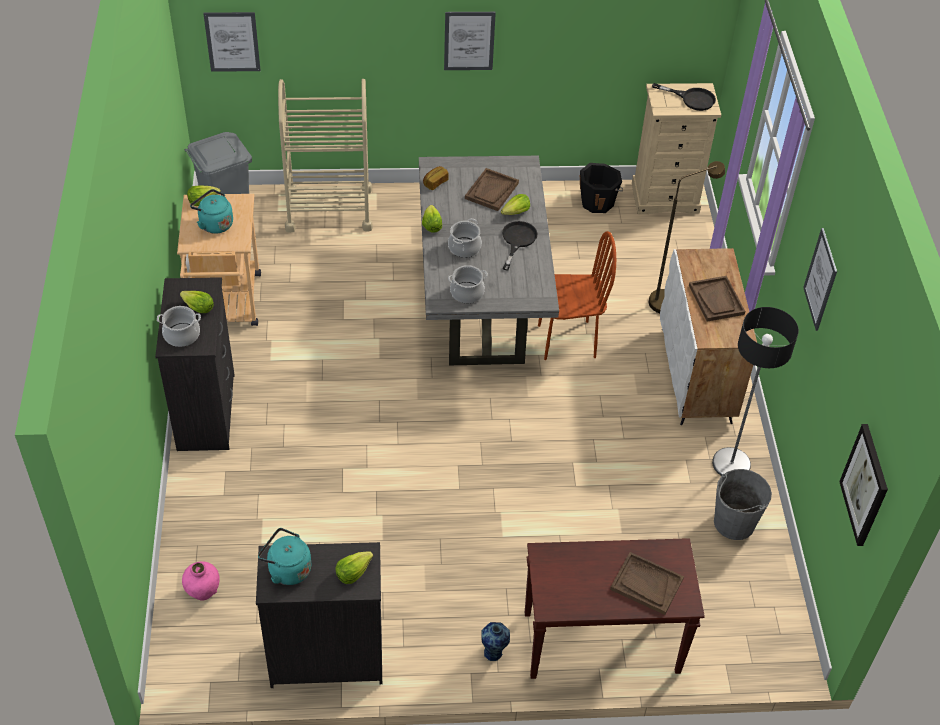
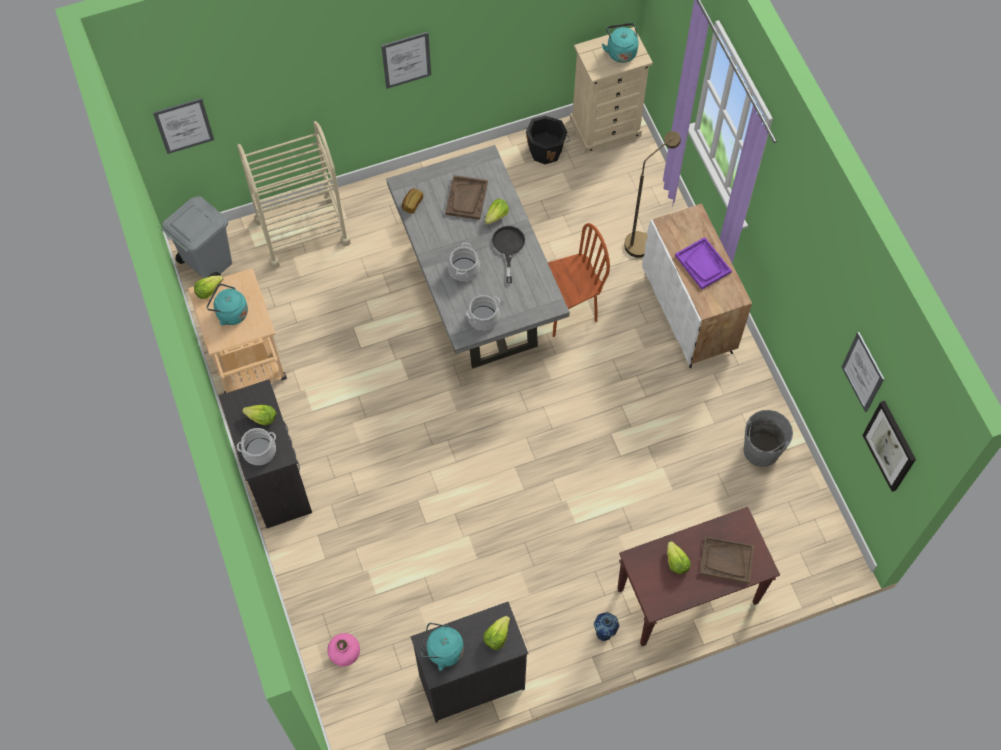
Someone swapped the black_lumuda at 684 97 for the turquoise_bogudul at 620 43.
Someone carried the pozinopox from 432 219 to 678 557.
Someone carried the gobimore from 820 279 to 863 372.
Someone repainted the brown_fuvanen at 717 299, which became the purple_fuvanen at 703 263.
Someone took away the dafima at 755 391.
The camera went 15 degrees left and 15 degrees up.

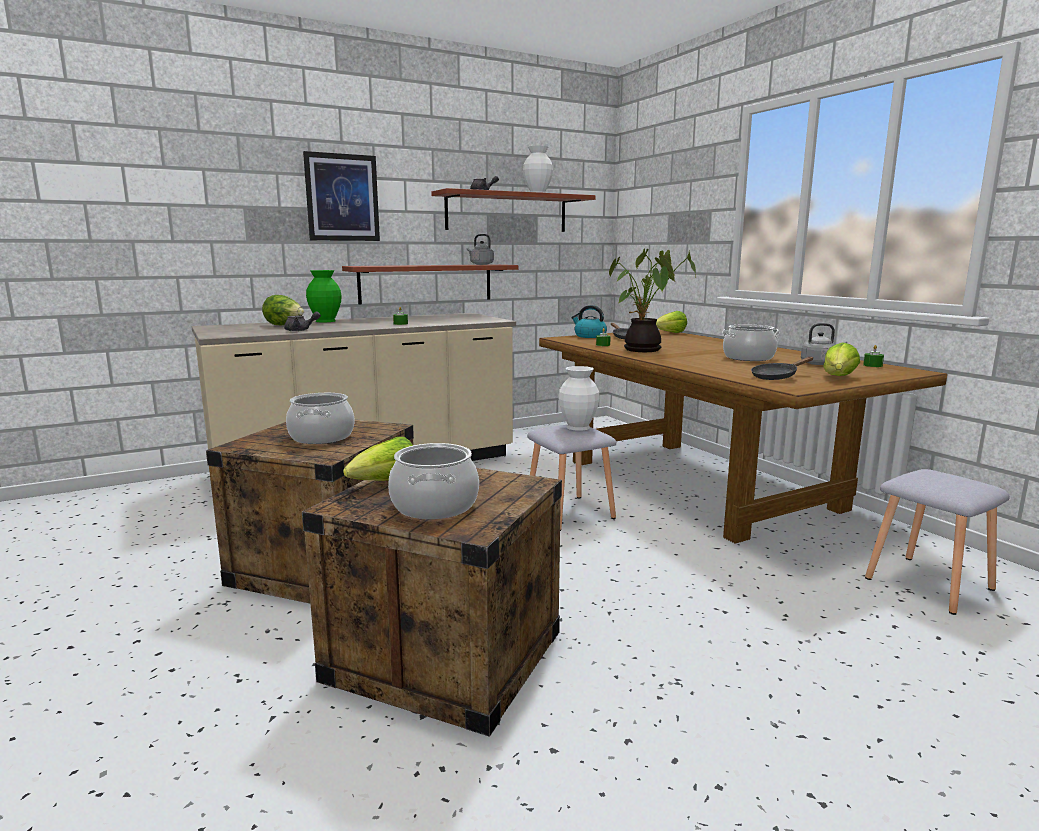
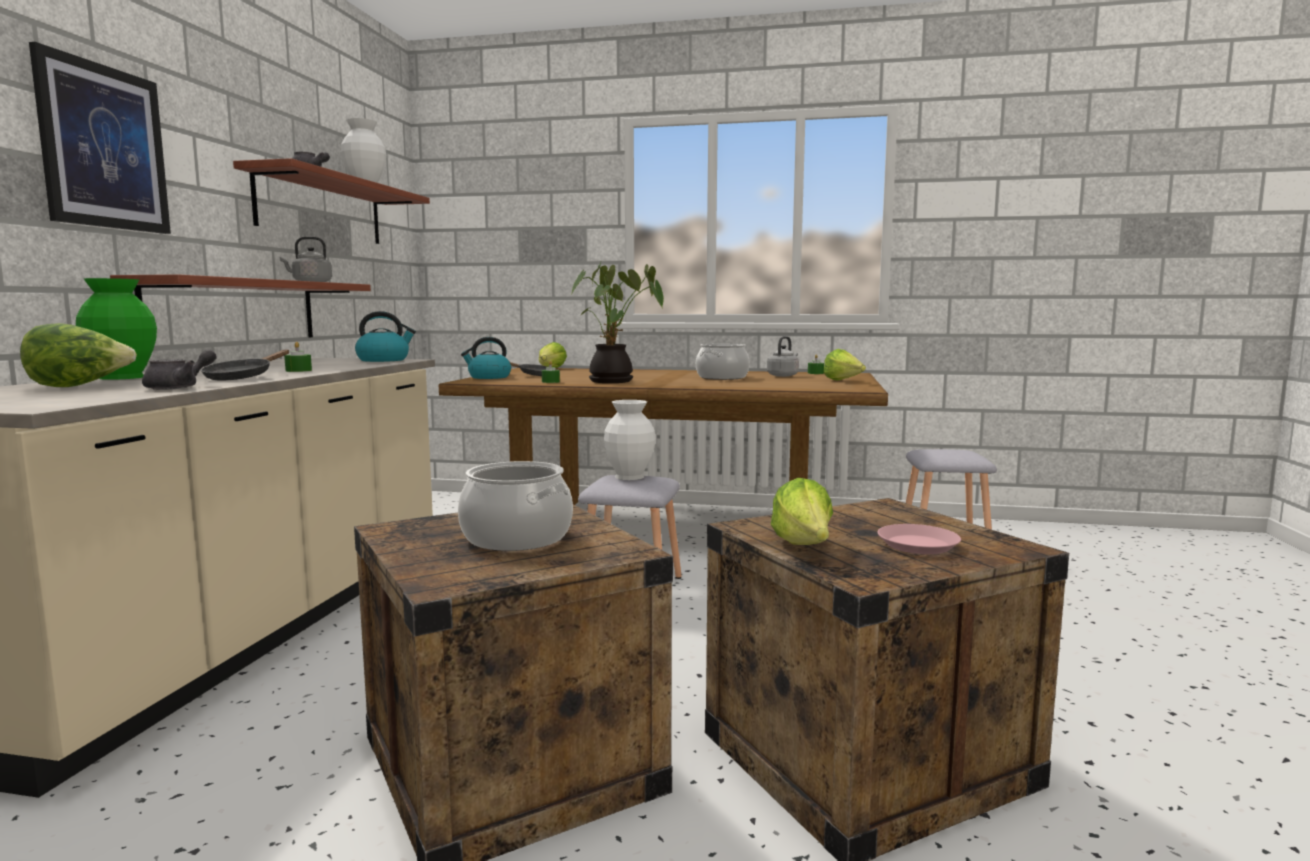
Someone carried the black_lumuda from 782 368 to 245 364.
Someone swapped the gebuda at 433 481 for the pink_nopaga at 919 539.
Someone put down the bogudul at 385 336.
The camera went 50 degrees left and 5 degrees down.

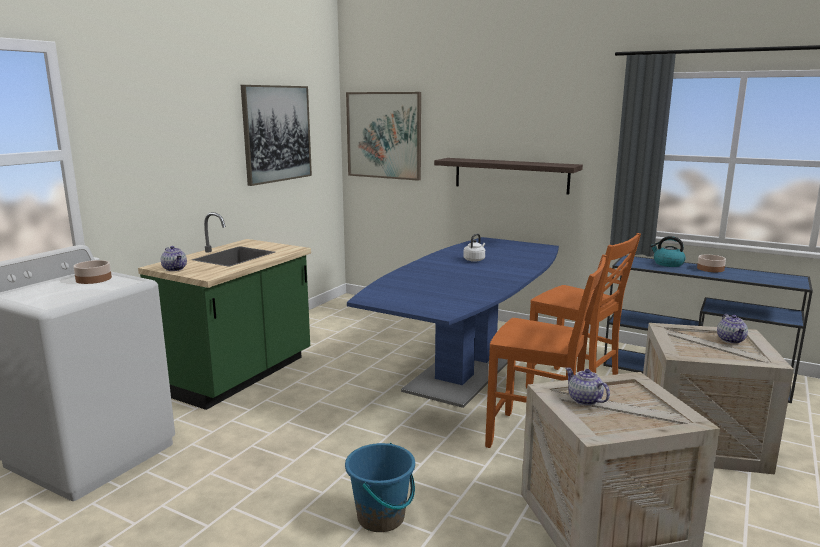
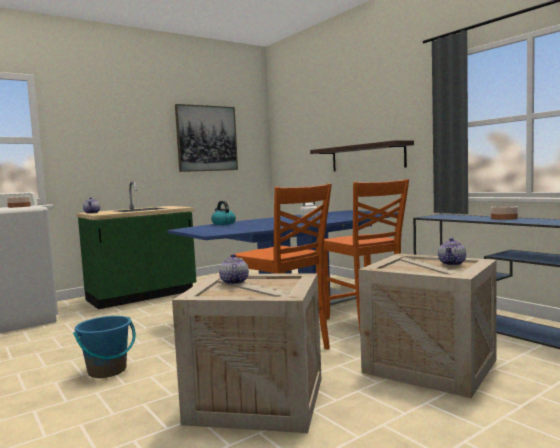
Someone took away the gobimore at 383 136.
Someone carried the bogudul from 668 251 to 223 213.
The camera went 25 degrees right and 10 degrees down.

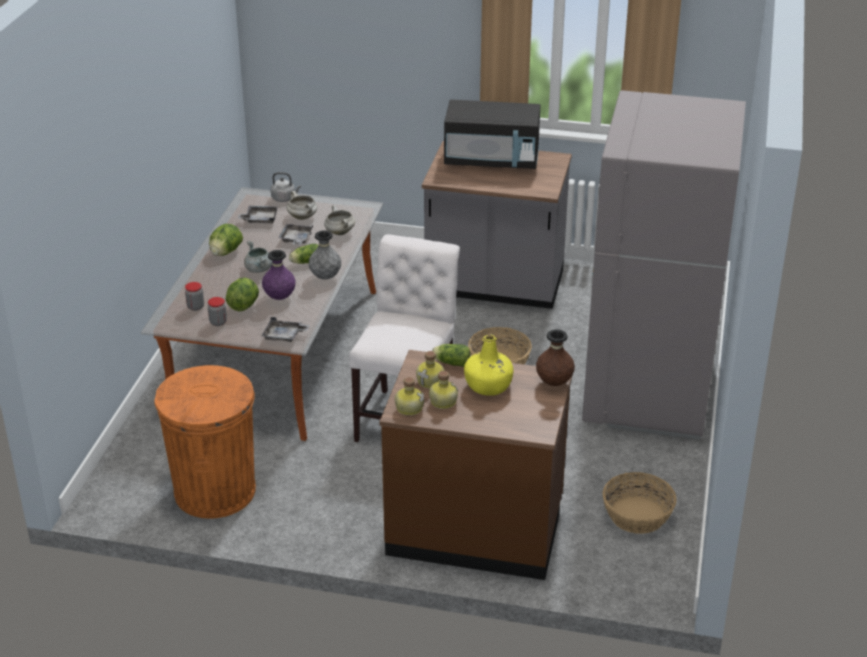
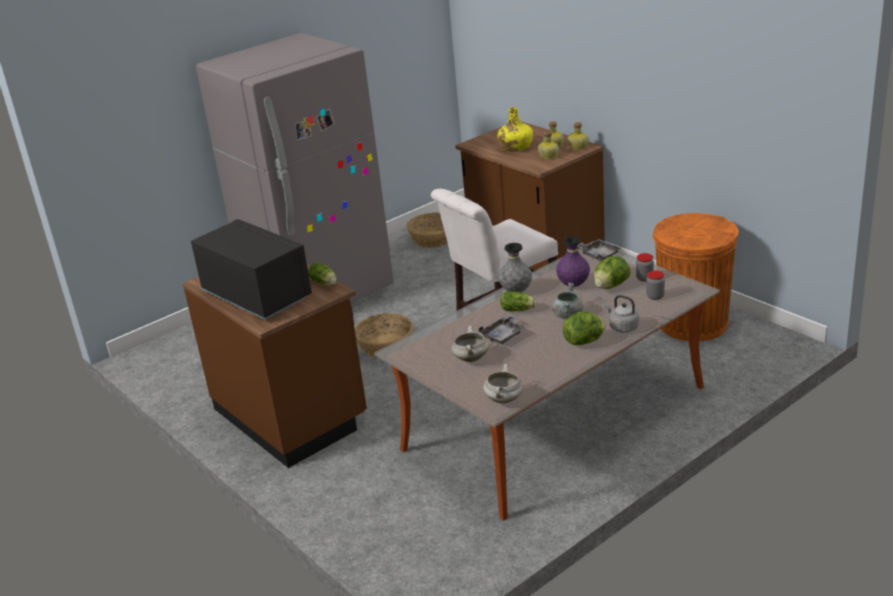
Someone repainted the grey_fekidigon at 497 225, which became the brown_fekidigon at 274 366.
Someone carried the grey_bogudul from 286 187 to 622 314.
Someone carried the white_gebuda from 339 220 to 503 383.
Someone took away the grey_fuvanen at 258 214.
Someone took away the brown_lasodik at 555 357.
Someone carried the pozinopox from 451 355 to 322 274.
The camera went 140 degrees left and 5 degrees down.

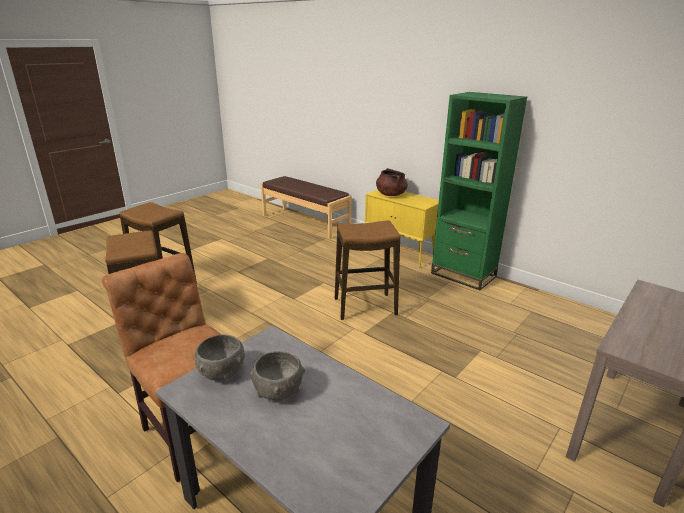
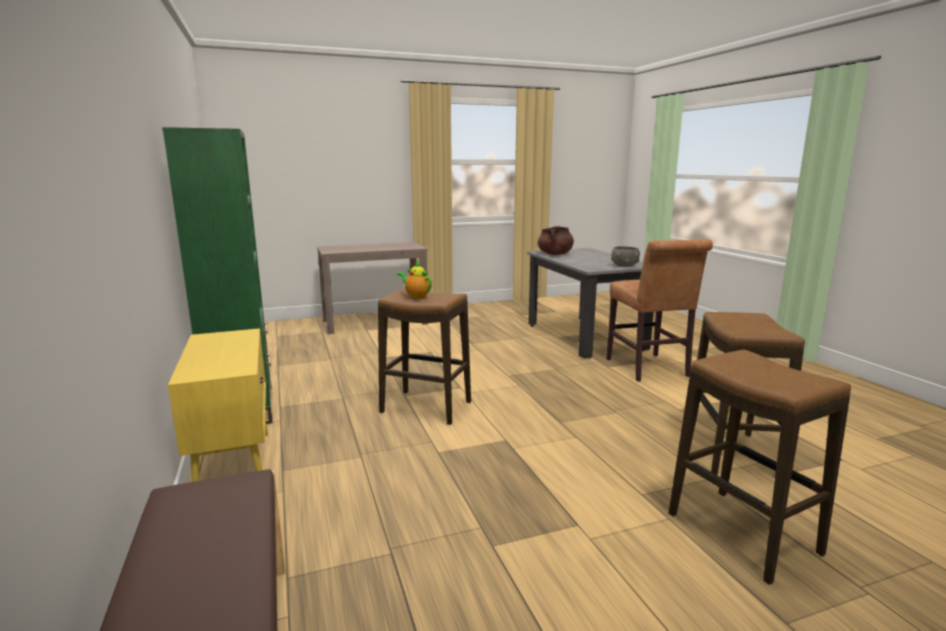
Someone carried the brown_gebuda from 392 182 to 556 240.
Someone took away the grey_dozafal at 277 375.
Someone put down the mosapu at 414 280.
The camera went 150 degrees left and 10 degrees down.

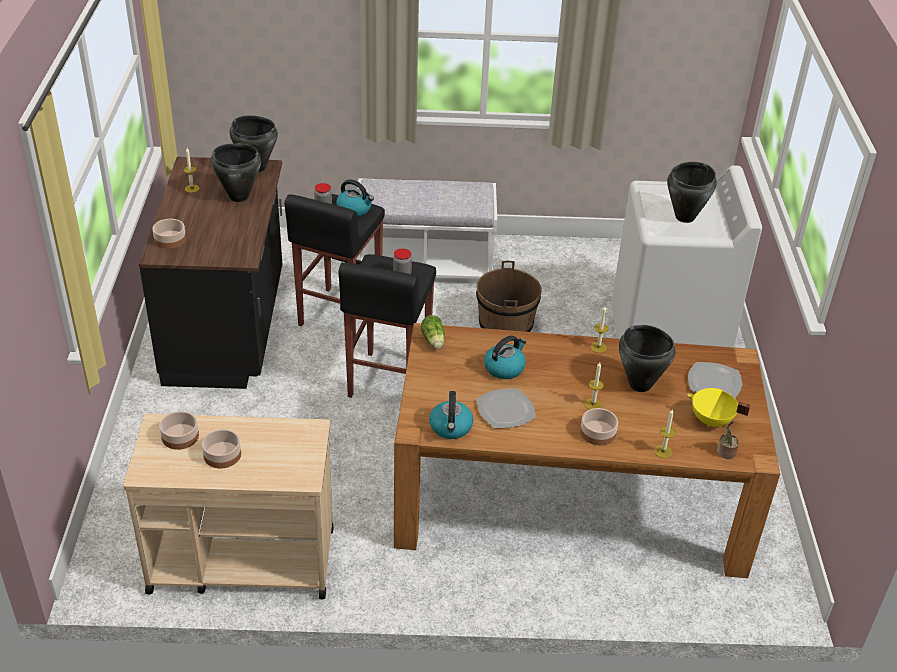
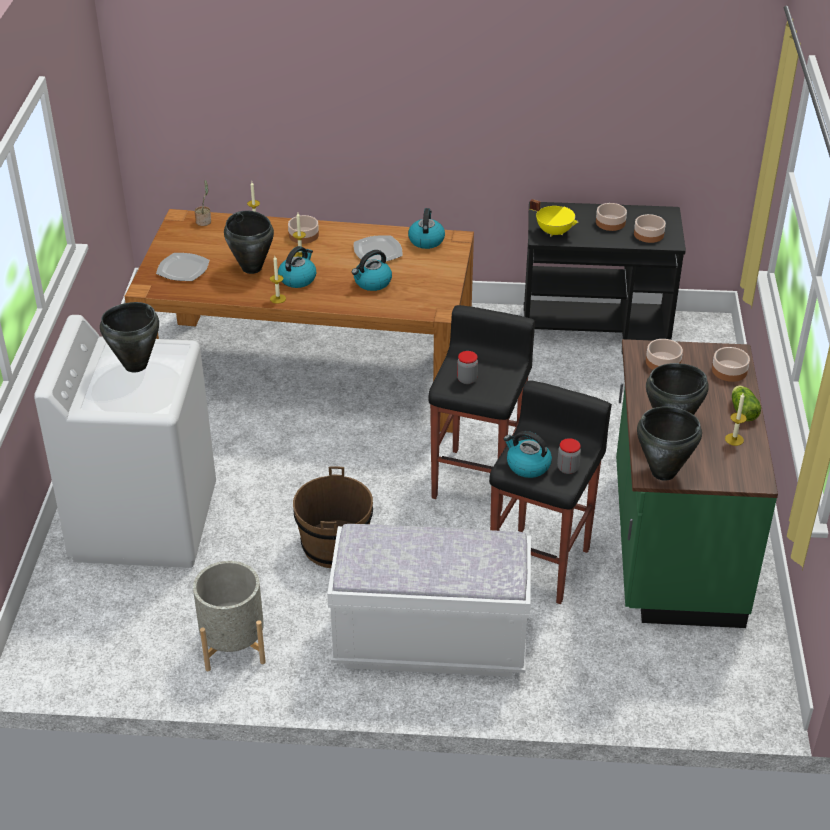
Someone repainted the black_fekidigon at 210 273, which became the green_fekidigon at 697 483.
Someone carried the pozinopox from 433 332 to 746 403.
Someone carried the yellow_gebuda from 719 407 to 554 218.
Someone repainted the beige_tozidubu at 228 506, which became the black_tozidubu at 605 278.
Someone put down the bogudul at 297 267.
Someone put down the dozafal at 664 354.
Someone put down the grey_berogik at 229 616.
The camera went 175 degrees left and 0 degrees up.

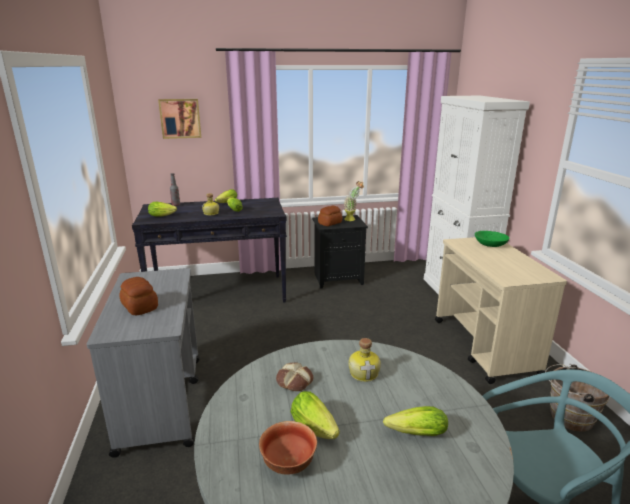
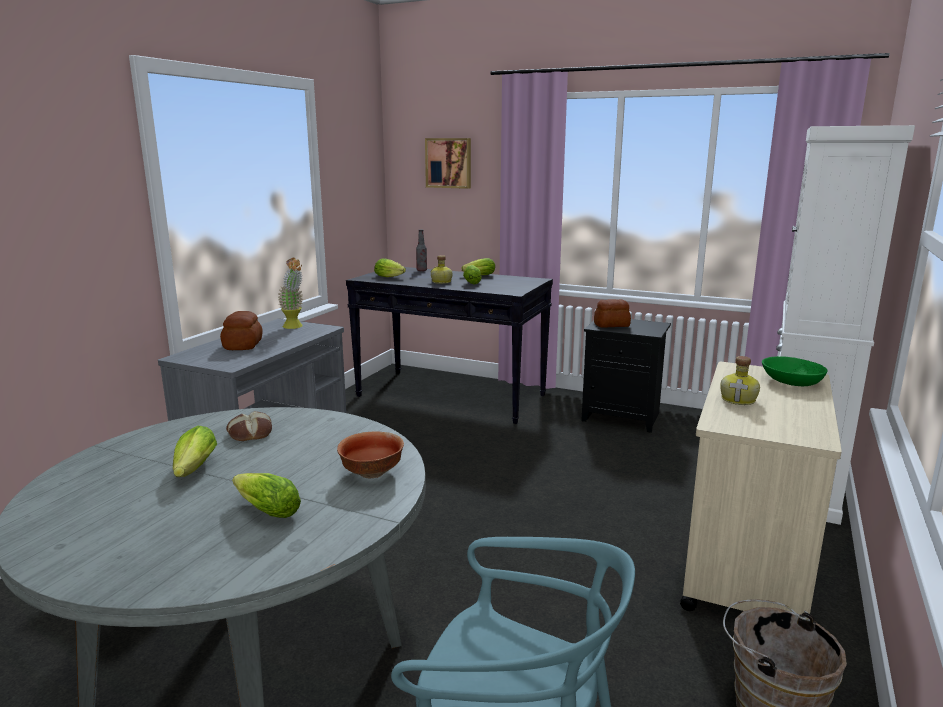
Someone carried the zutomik from 354 201 to 290 293.
Someone carried the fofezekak from 365 360 to 740 380.
Someone carried the dozafal from 288 447 to 370 454.
The camera went 35 degrees right and 5 degrees down.

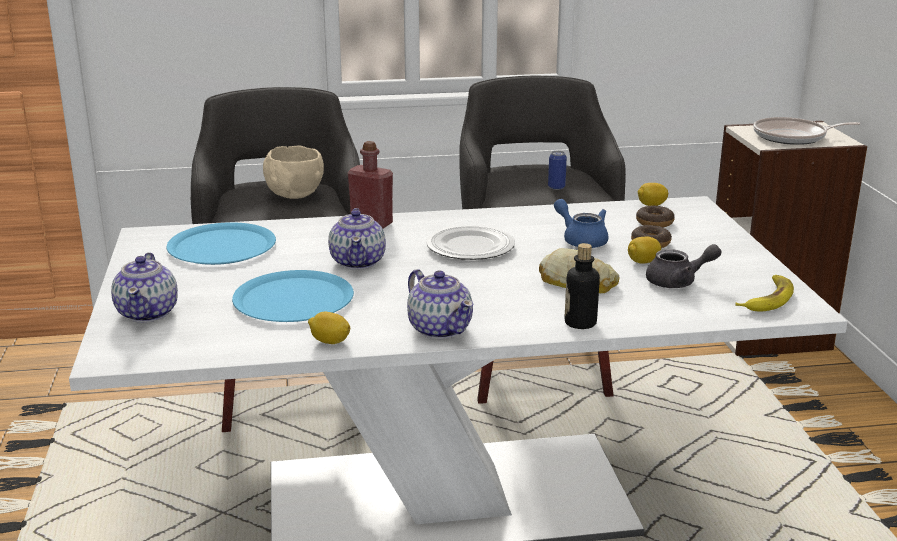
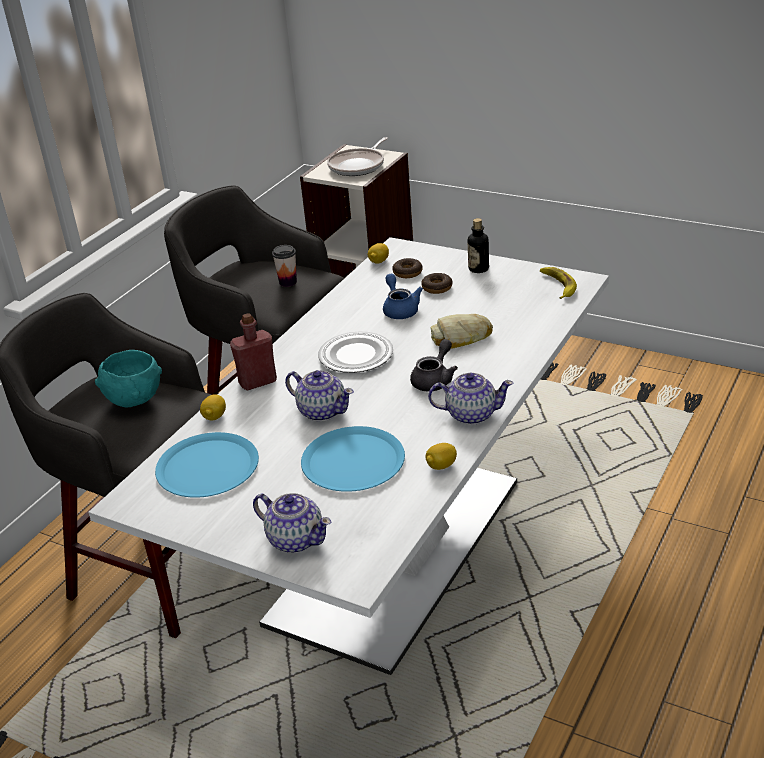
Someone repainted the beige_dozafal at 293 172, which became the turquoise_dozafal at 128 378.
Someone swapped the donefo at 557 170 for the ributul at 284 266.
Someone rotated the blue_mosapu at 581 223 by 75 degrees clockwise.
Someone carried the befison from 644 250 to 213 408.
Someone carried the fofezekak from 582 286 to 478 245.
Someone carried the grey_mosapu from 683 266 to 434 365.
The camera went 50 degrees left and 10 degrees up.

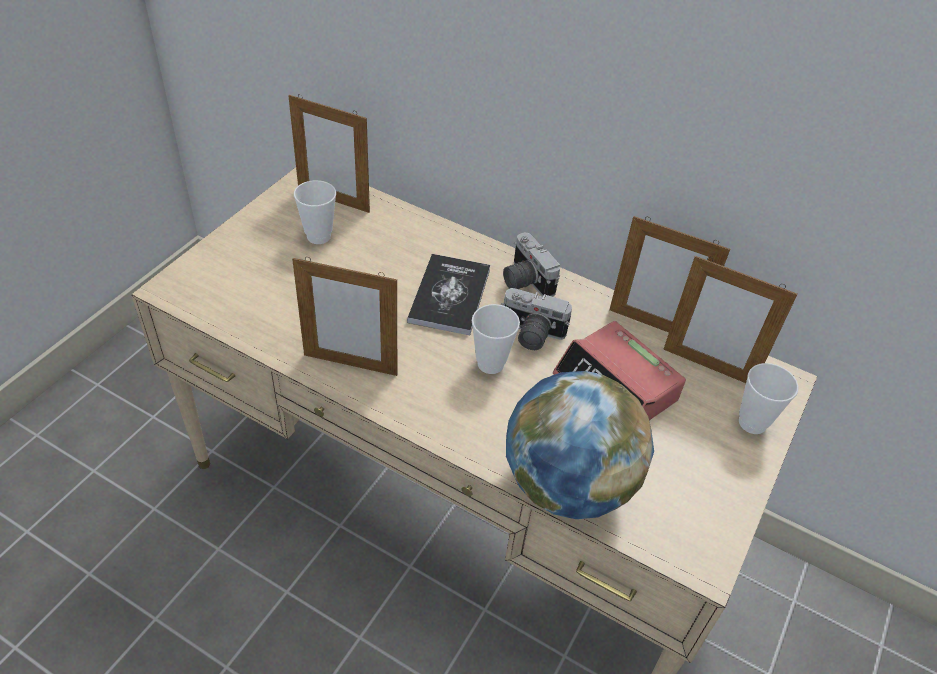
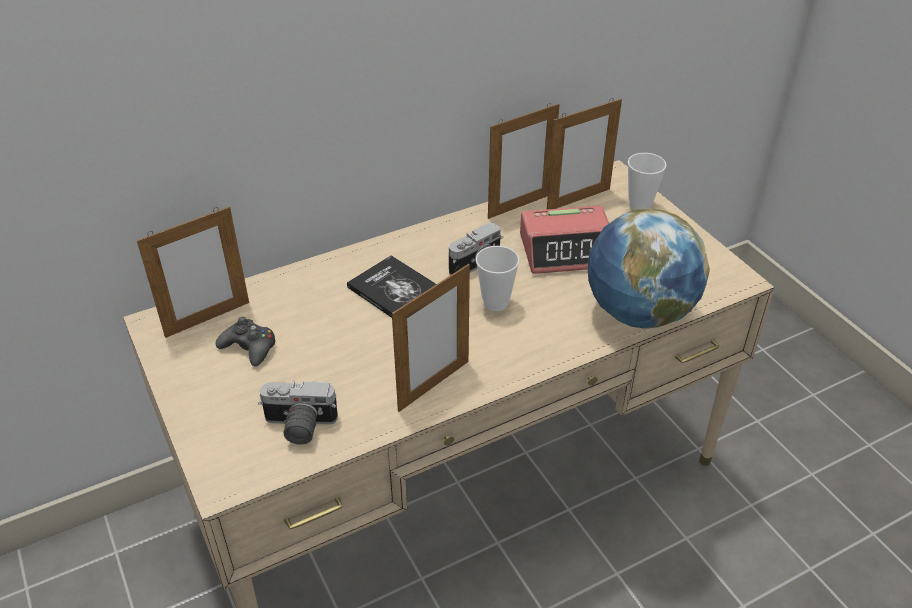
Someone swapped the ributul at 315 212 for the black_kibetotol at 245 342.
Someone carried the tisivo from 531 265 to 298 413.
The camera went 55 degrees left and 5 degrees down.

